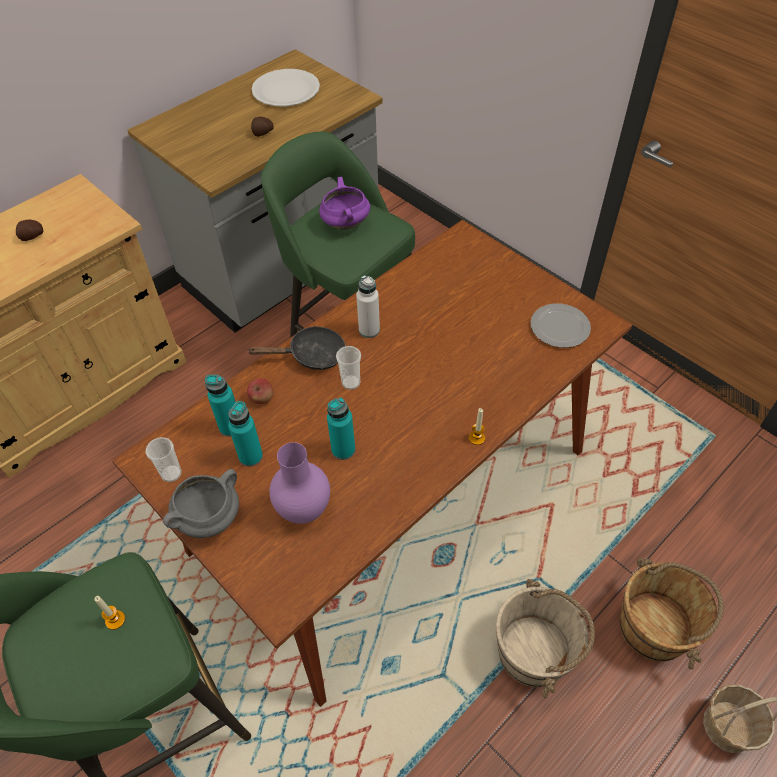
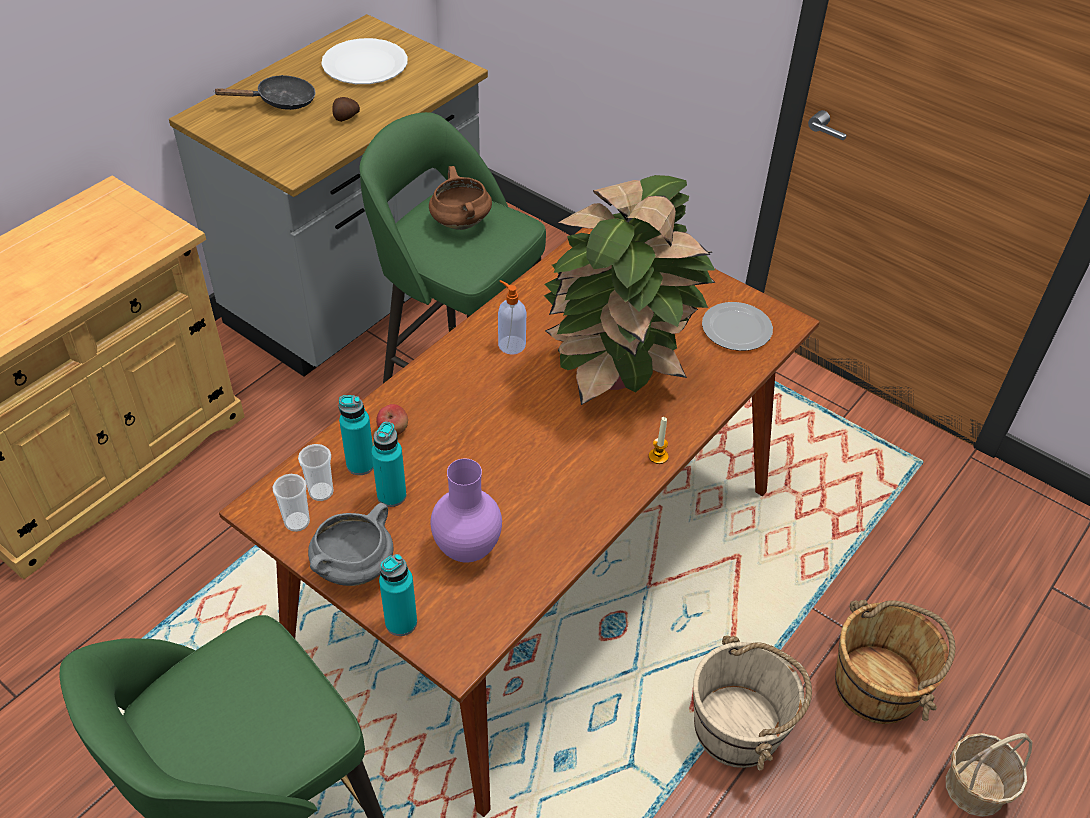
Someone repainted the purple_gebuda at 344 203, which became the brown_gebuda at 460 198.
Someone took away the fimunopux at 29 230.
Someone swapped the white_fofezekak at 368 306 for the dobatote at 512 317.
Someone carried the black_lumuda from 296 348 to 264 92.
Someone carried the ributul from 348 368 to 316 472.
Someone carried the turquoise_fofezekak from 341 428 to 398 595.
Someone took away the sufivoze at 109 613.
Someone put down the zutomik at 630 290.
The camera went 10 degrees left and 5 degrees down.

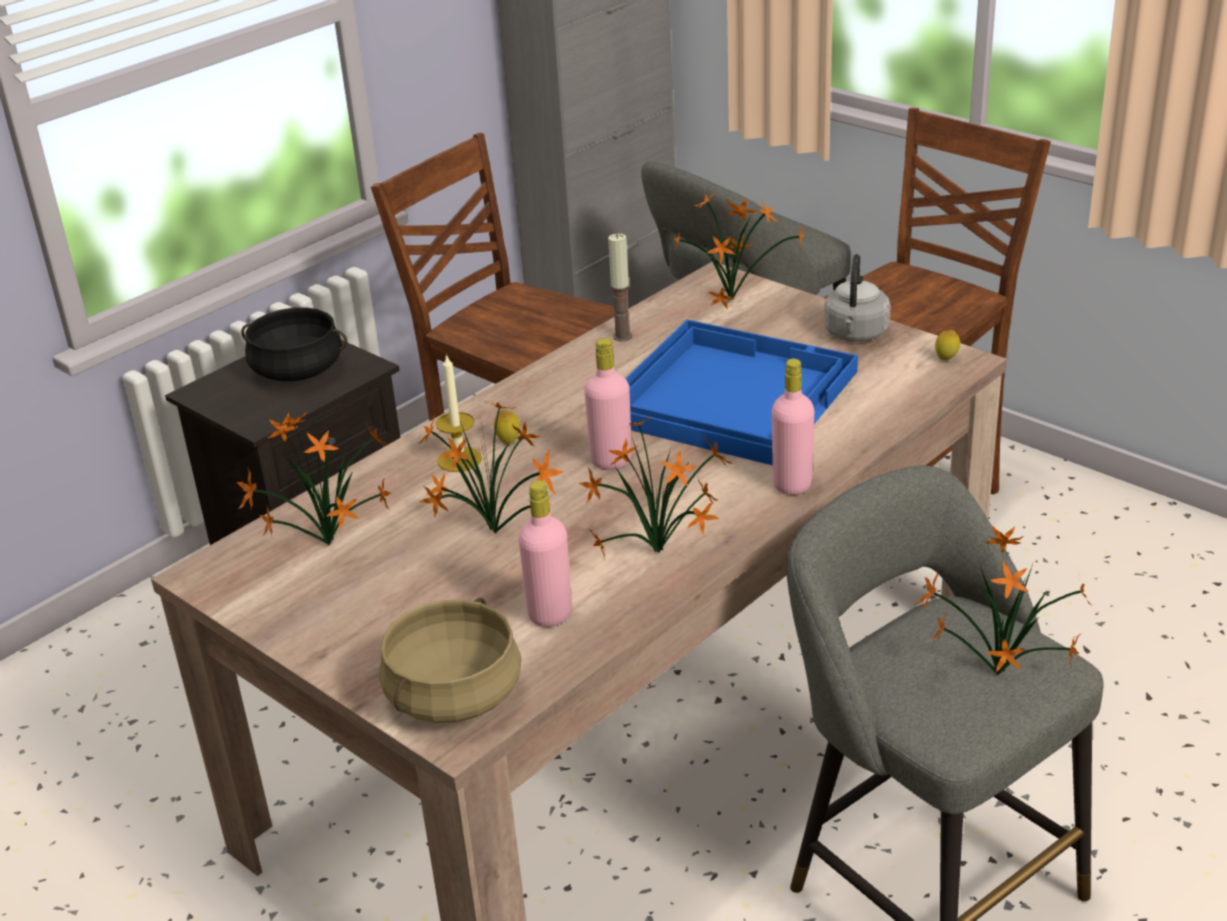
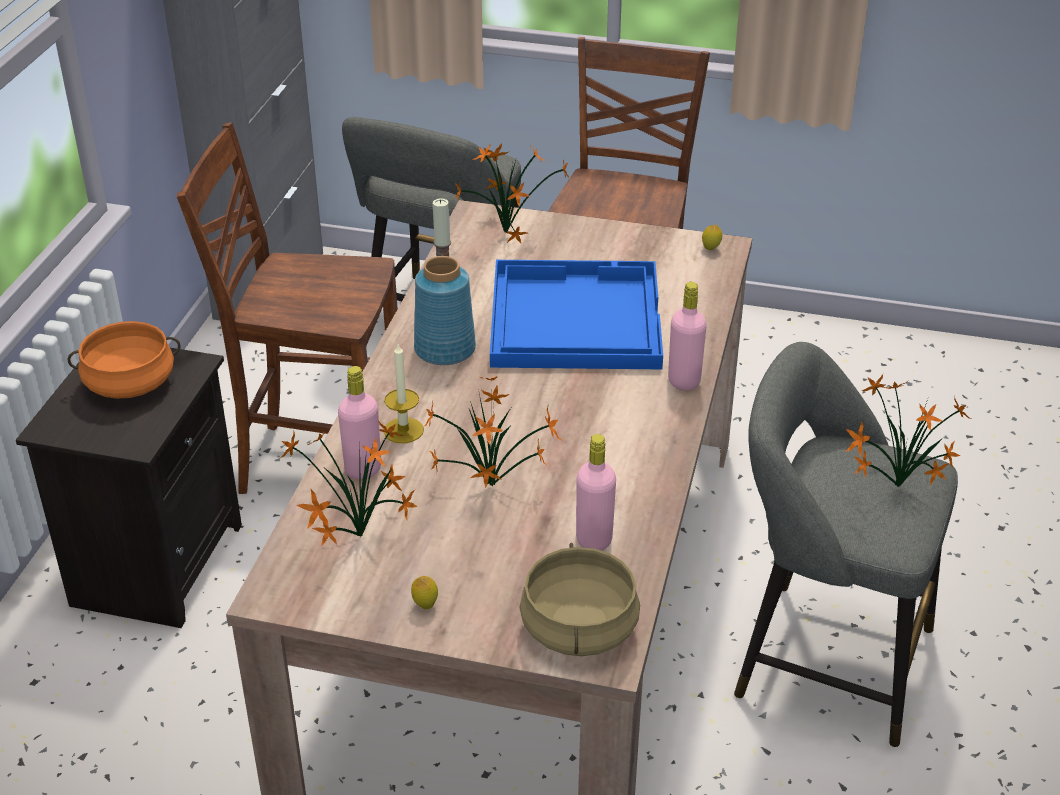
Someone took away the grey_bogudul at 857 298.
Someone repainted the black_gebuda at 294 344, which became the orange_gebuda at 124 360.
Someone carried the pink_fofezekak from 608 404 to 359 422.
Someone carried the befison from 507 427 to 424 592.
Someone took away the zutomik at 656 486.
Someone put down the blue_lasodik at 445 310.
The camera went 30 degrees left and 5 degrees up.

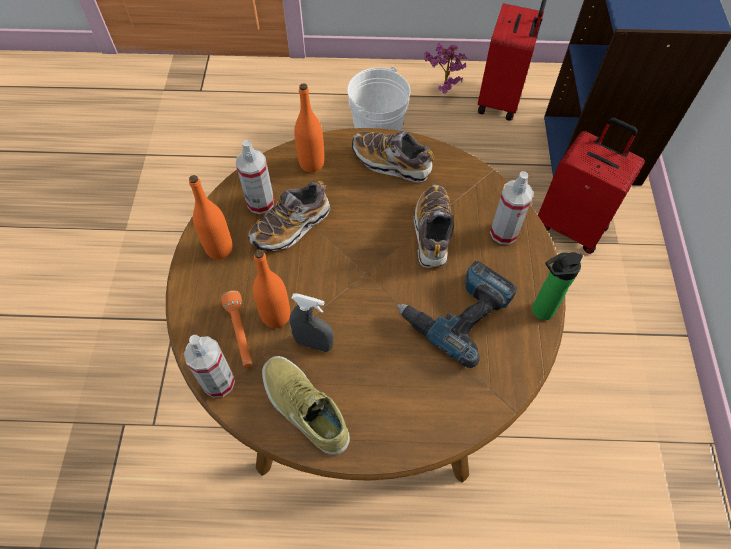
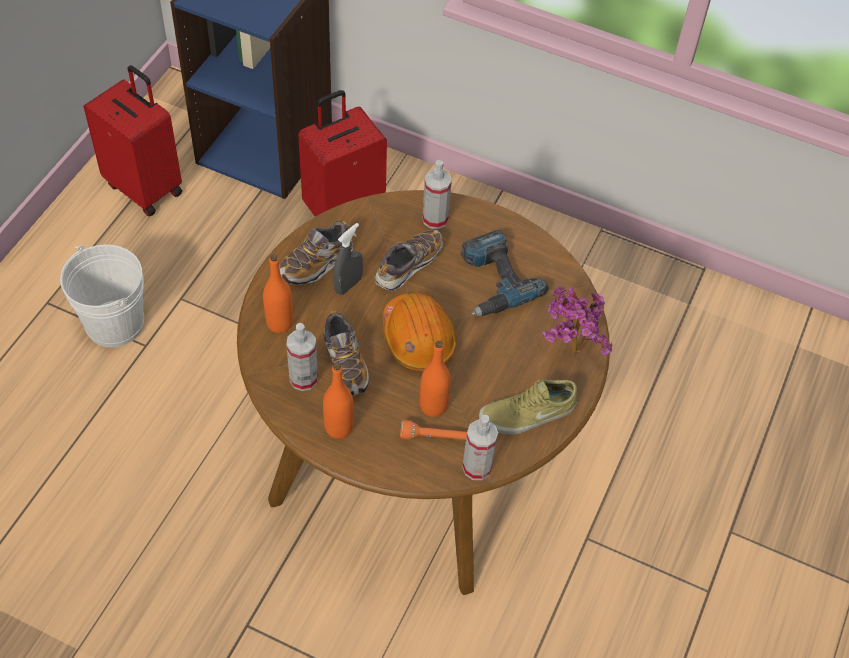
Someone carried the zutomik from 445 67 to 577 321.
Someone rotated the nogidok at 434 226 by 105 degrees clockwise.
Someone took away the fofezekak at 557 286.
Someone carried the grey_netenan from 312 322 to 348 259.
Someone put down the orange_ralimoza at 420 332.
The camera went 70 degrees left and 5 degrees down.

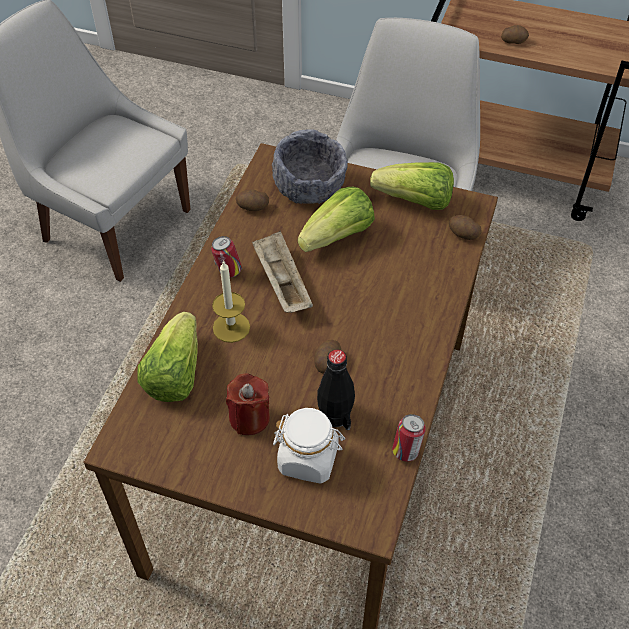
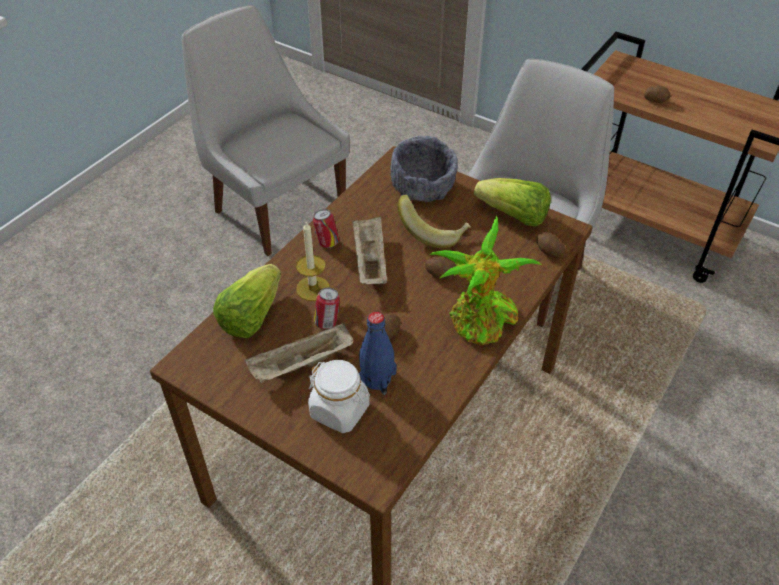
Someone swapped the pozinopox at 336 219 for the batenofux at 434 221.
Someone carried the fimunopux from 252 200 to 440 268.
Someone repainted the black_fofezekak at 336 389, which became the blue_fofezekak at 378 353.
Someone swapped the red_sufivoze at 248 404 for the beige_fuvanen at 299 353.
Someone carried the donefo from 409 438 to 327 308.
Someone put down the zutomik at 485 281.
The camera went 15 degrees right and 5 degrees down.

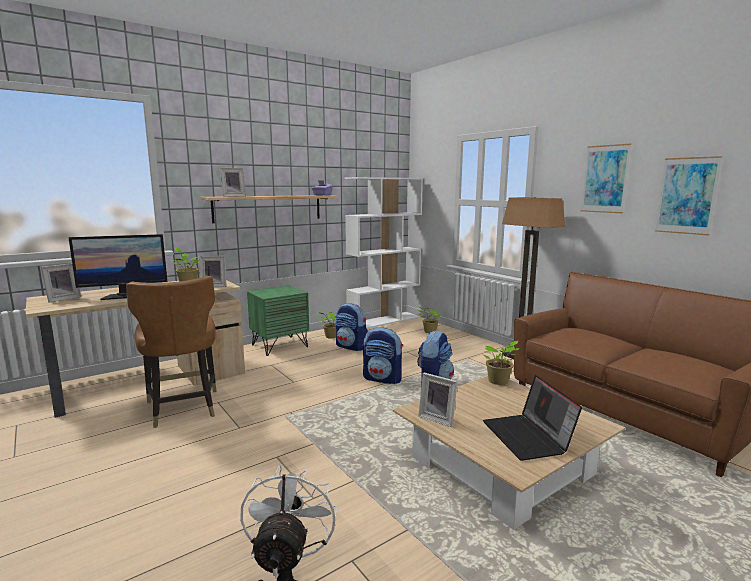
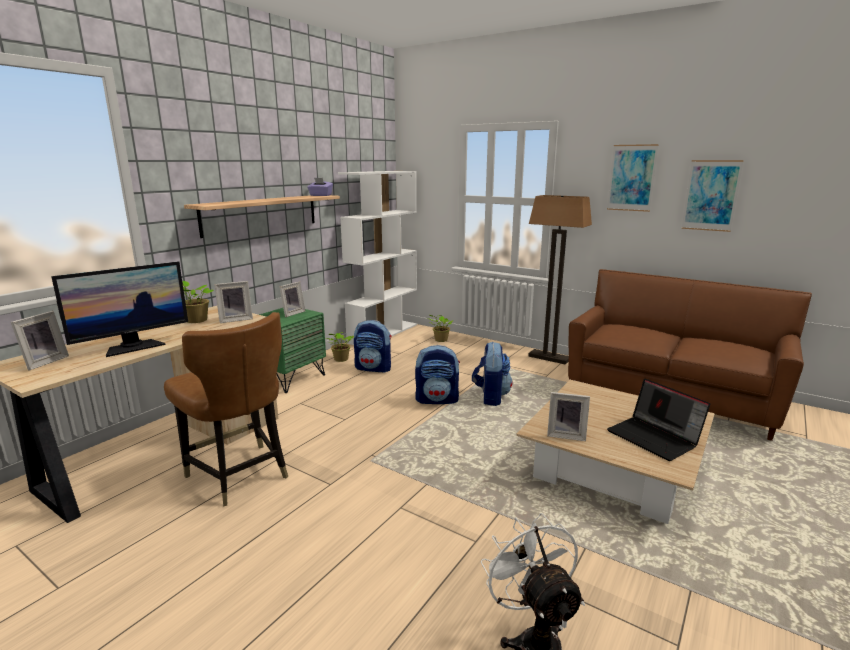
Someone carried the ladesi from 233 182 to 292 299.
Someone took away the zutomik at 501 363.
The camera went 20 degrees left and 5 degrees up.

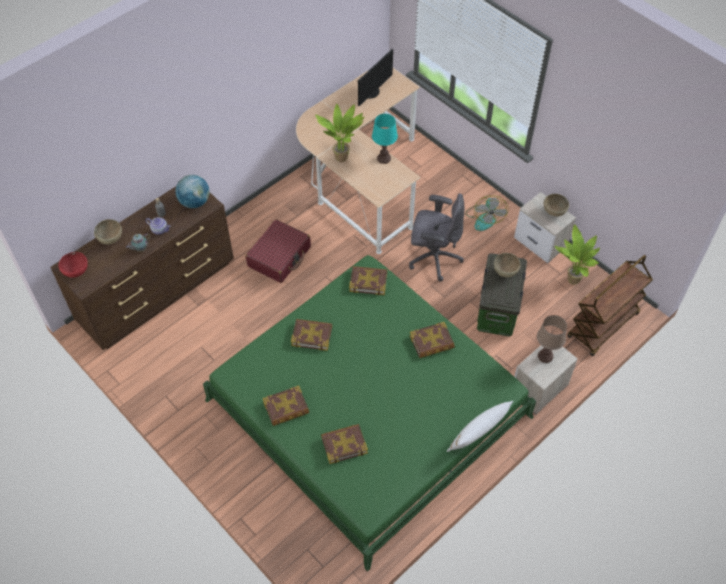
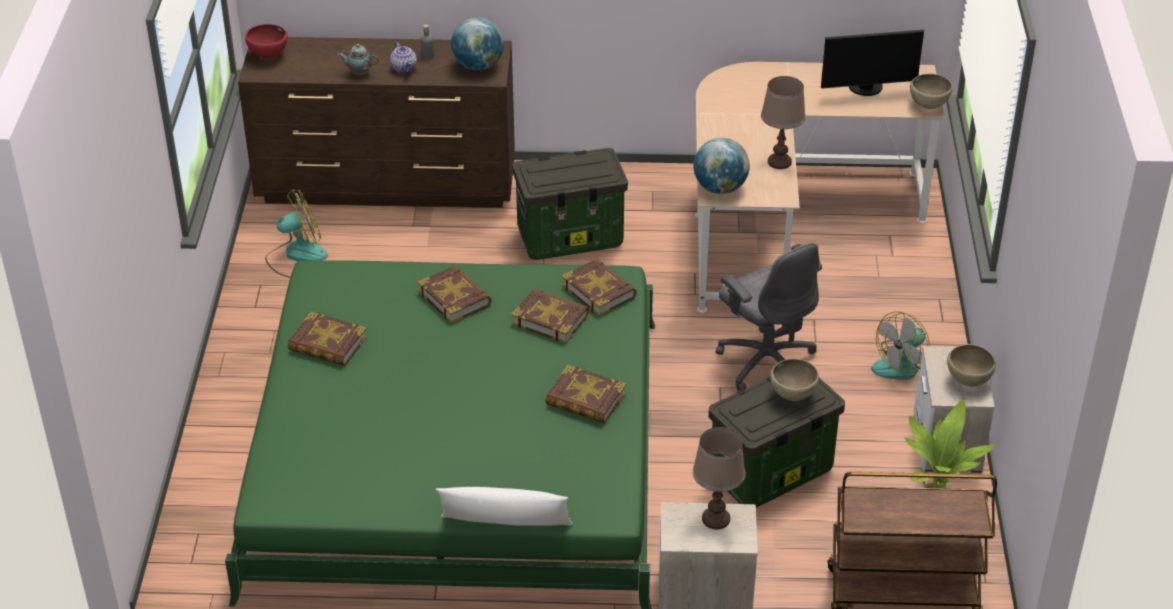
Someone took away the zutomik at 340 133.
Someone repainted the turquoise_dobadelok at 385 139, which became the brown_dobadelok at 783 122.
Someone carried the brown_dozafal from 108 232 to 931 91.
Someone swapped the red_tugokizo at 278 251 for the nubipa at 570 204.
Someone carried the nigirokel from 344 444 to 550 316.
Someone put down the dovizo at 721 166.
Someone put down the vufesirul at 296 234.
The camera went 45 degrees right and 15 degrees down.

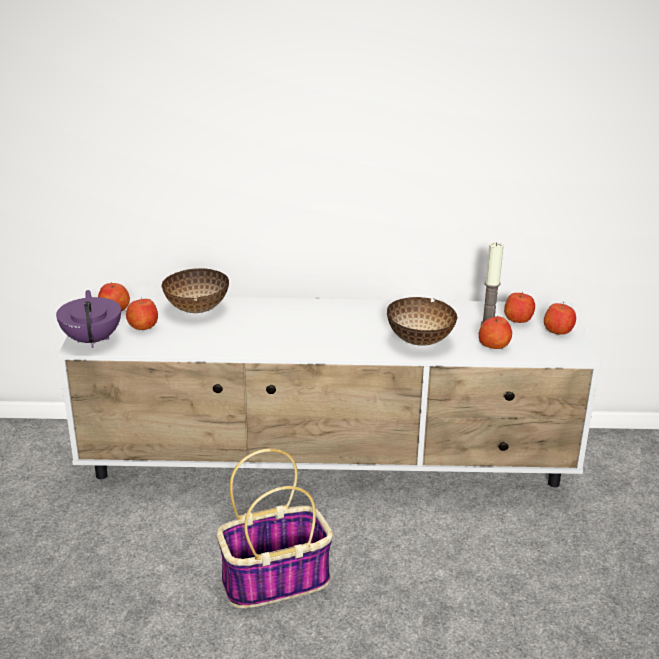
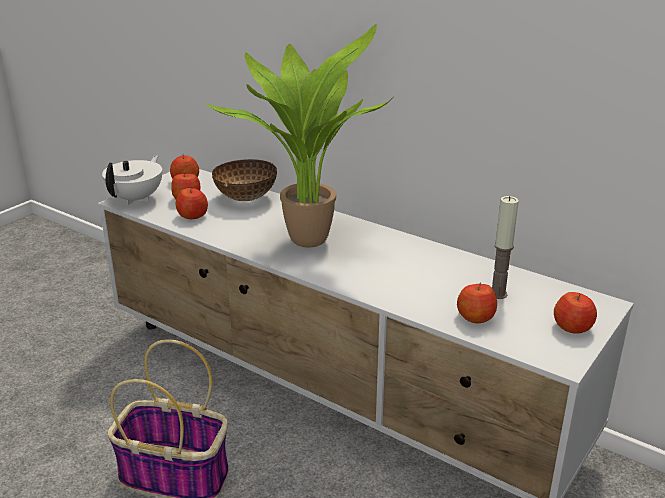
Someone repainted the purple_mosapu at 88 319, which became the white_mosapu at 132 180.
Someone carried the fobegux from 519 307 to 192 203.
Someone took away the dozafal at 422 321.
Someone put down the zutomik at 298 136.
The camera went 35 degrees right and 0 degrees up.

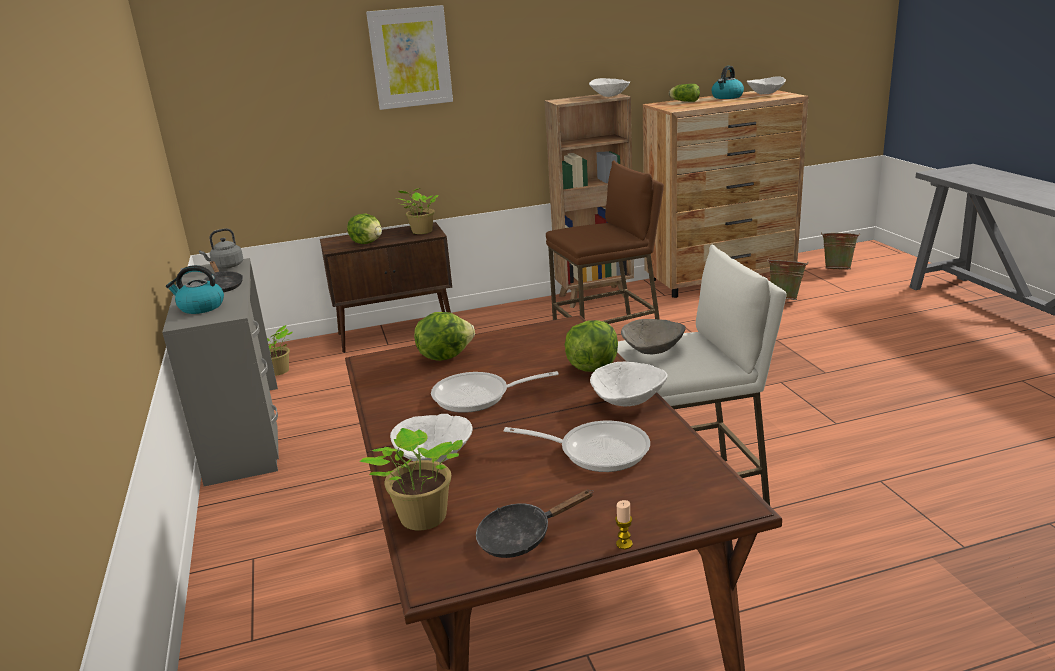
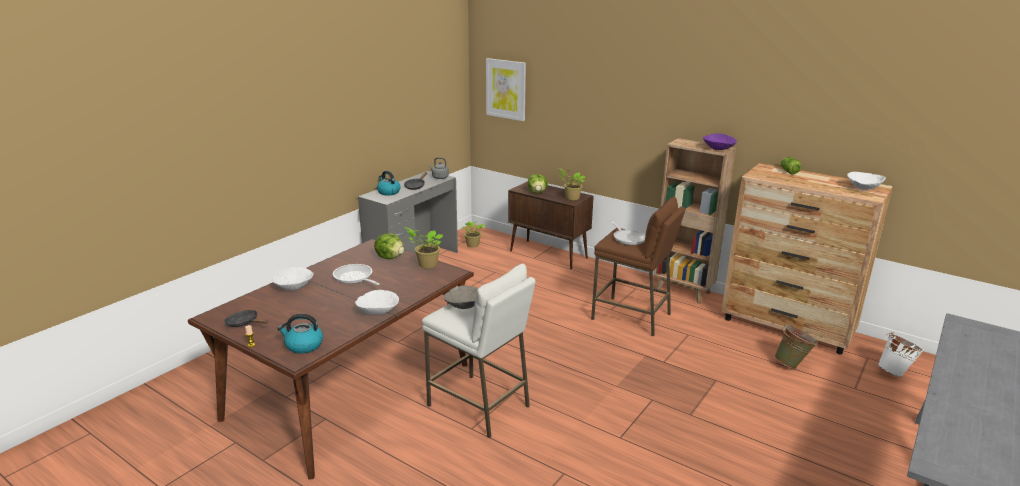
Someone carried the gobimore from 409 57 to 506 89.
Someone carried the bogudul from 727 82 to 300 334.
Someone repainted the white_dozafal at 609 87, which became the purple_dozafal at 720 141.
Someone repainted the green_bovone at 840 250, which became the white_bovone at 900 354.
Someone took away the pozinopox at 591 346.
Someone carried the lumuda from 577 446 to 627 232.
Someone carried the zutomik from 411 479 to 423 247.
The camera went 50 degrees right and 0 degrees up.

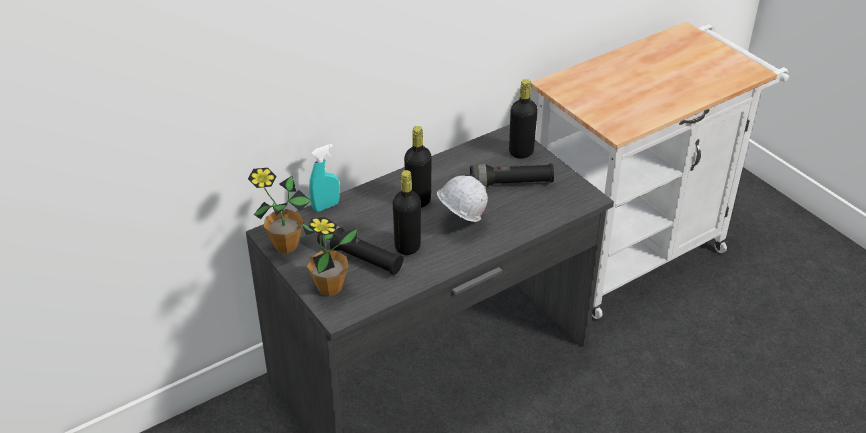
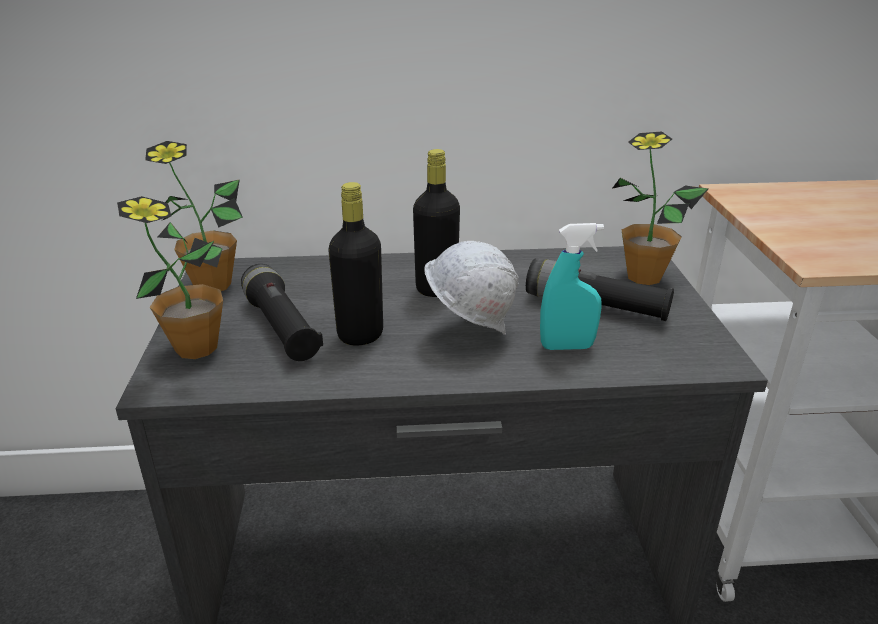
Someone swapped the black_fofezekak at 523 118 for the zutomik at 660 208.
Someone carried the turquoise_netenan from 324 178 to 572 286.
The camera went 30 degrees right and 10 degrees down.

